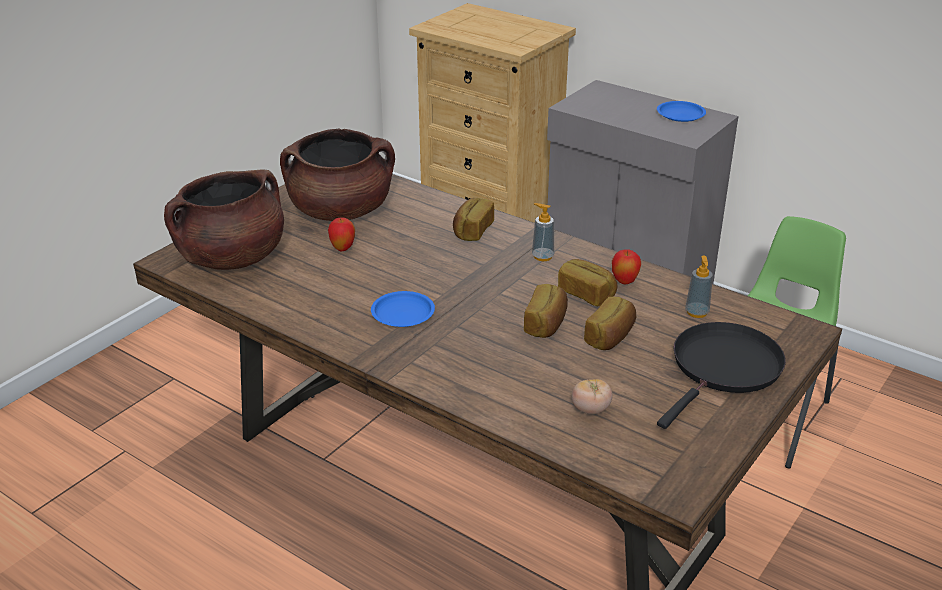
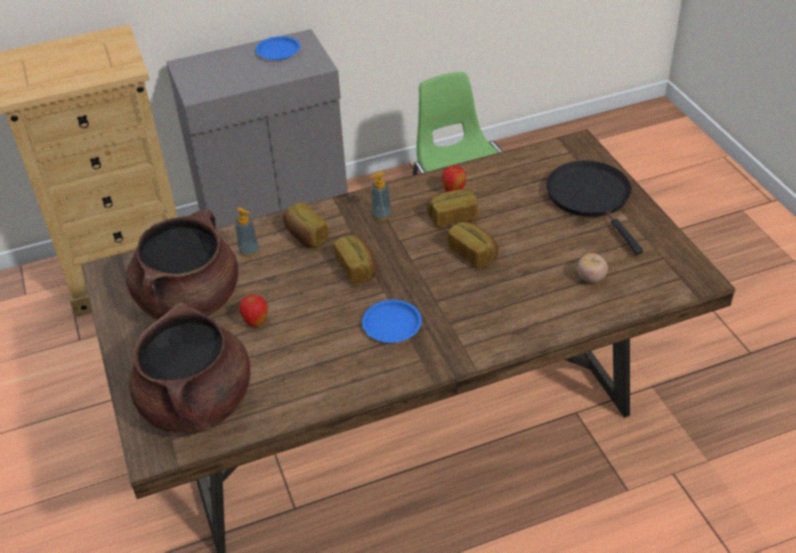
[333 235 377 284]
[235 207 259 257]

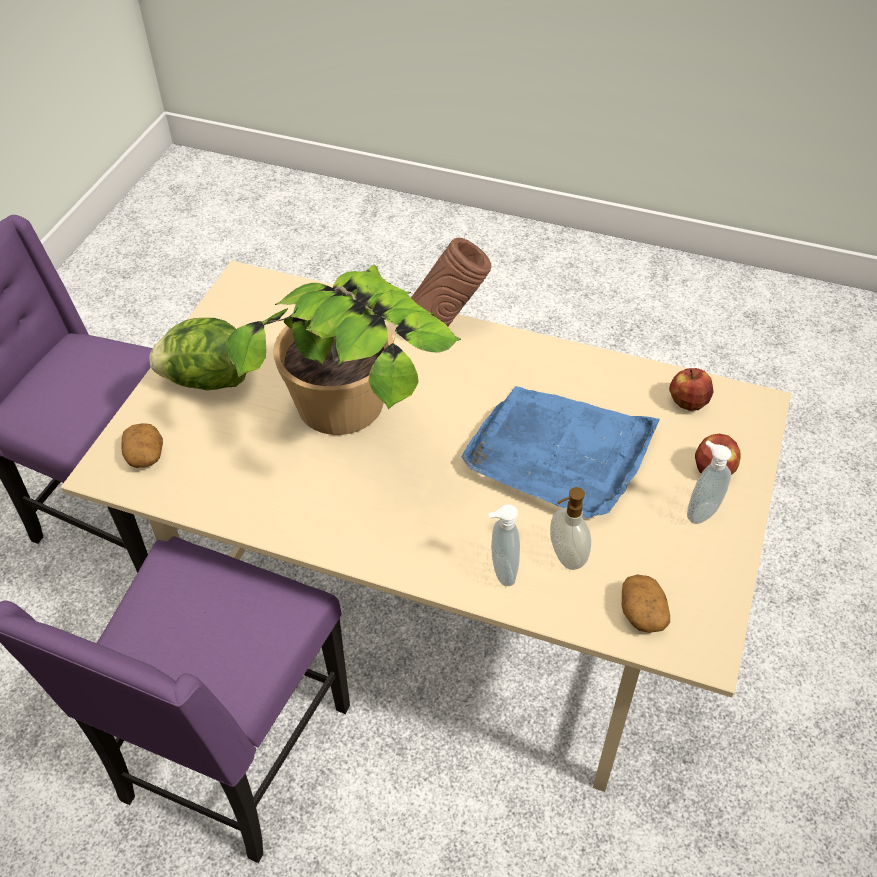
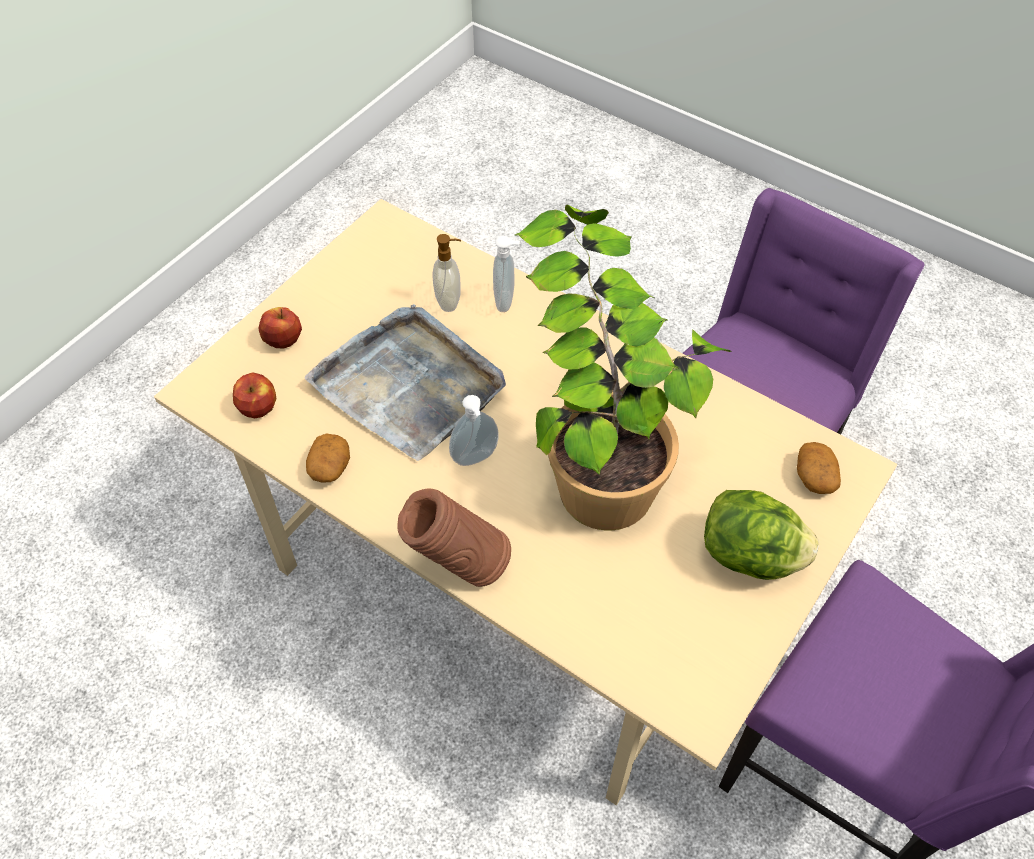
[306 433 350 482]
[449 395 499 466]
[304 304 506 461]

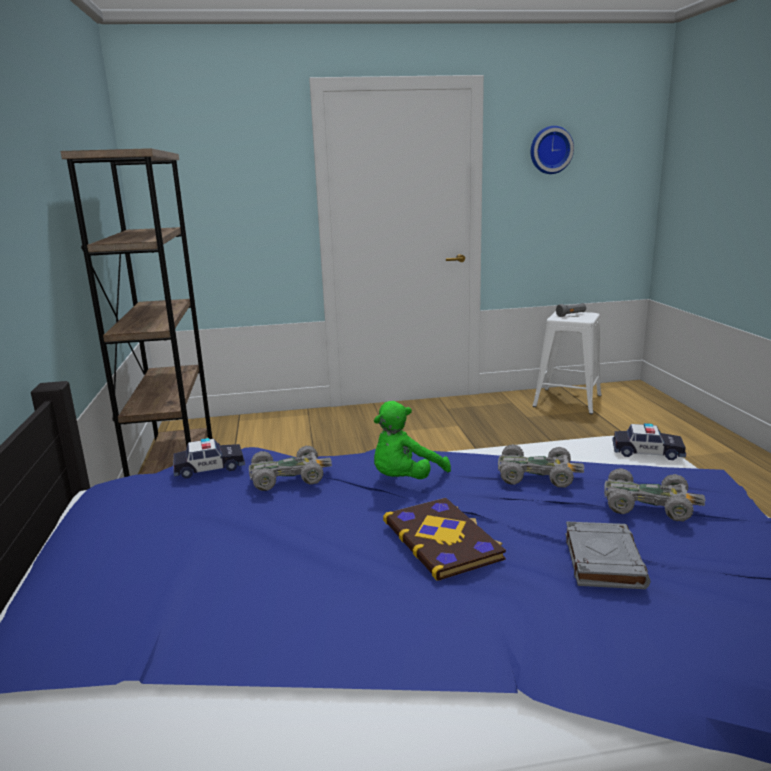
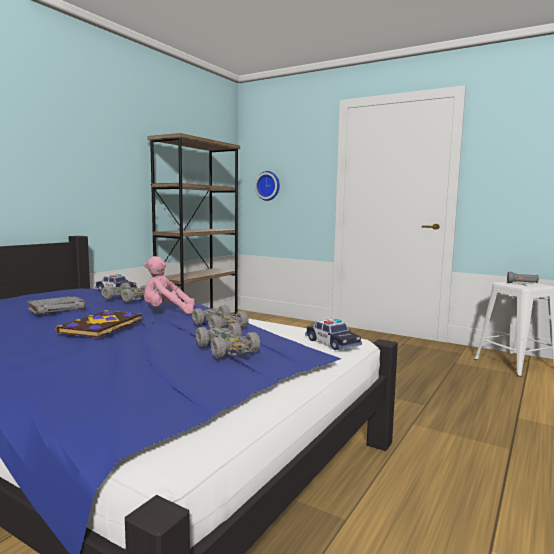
[255 171 280 201]
[27 296 85 315]
[144 256 195 314]

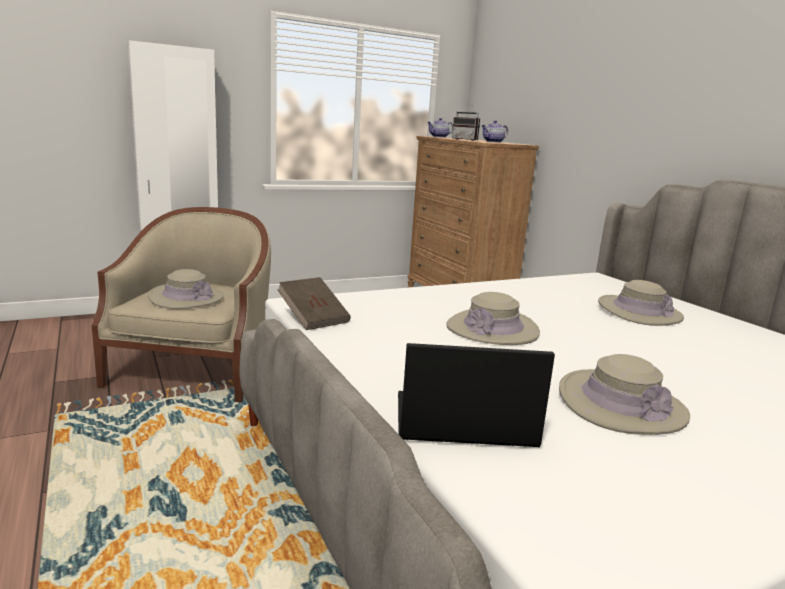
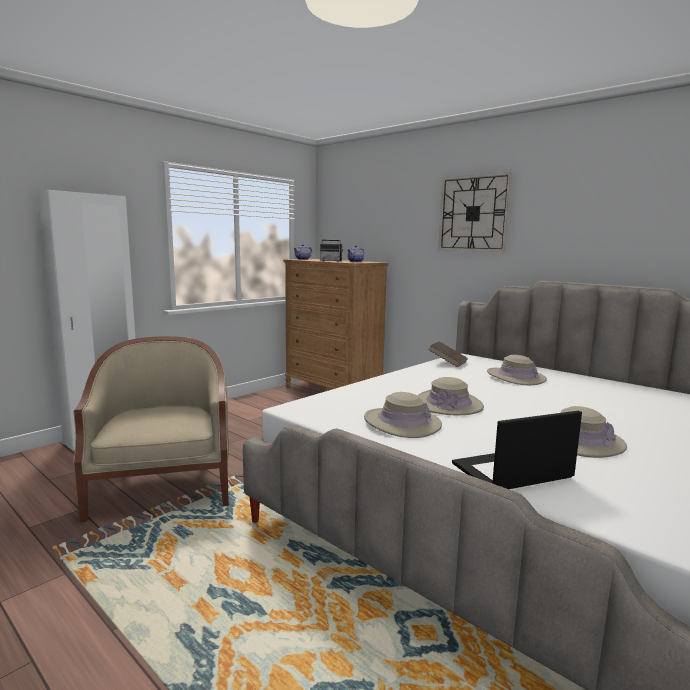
[438 172 512 252]
[364 392 442 438]
[428 341 468 367]

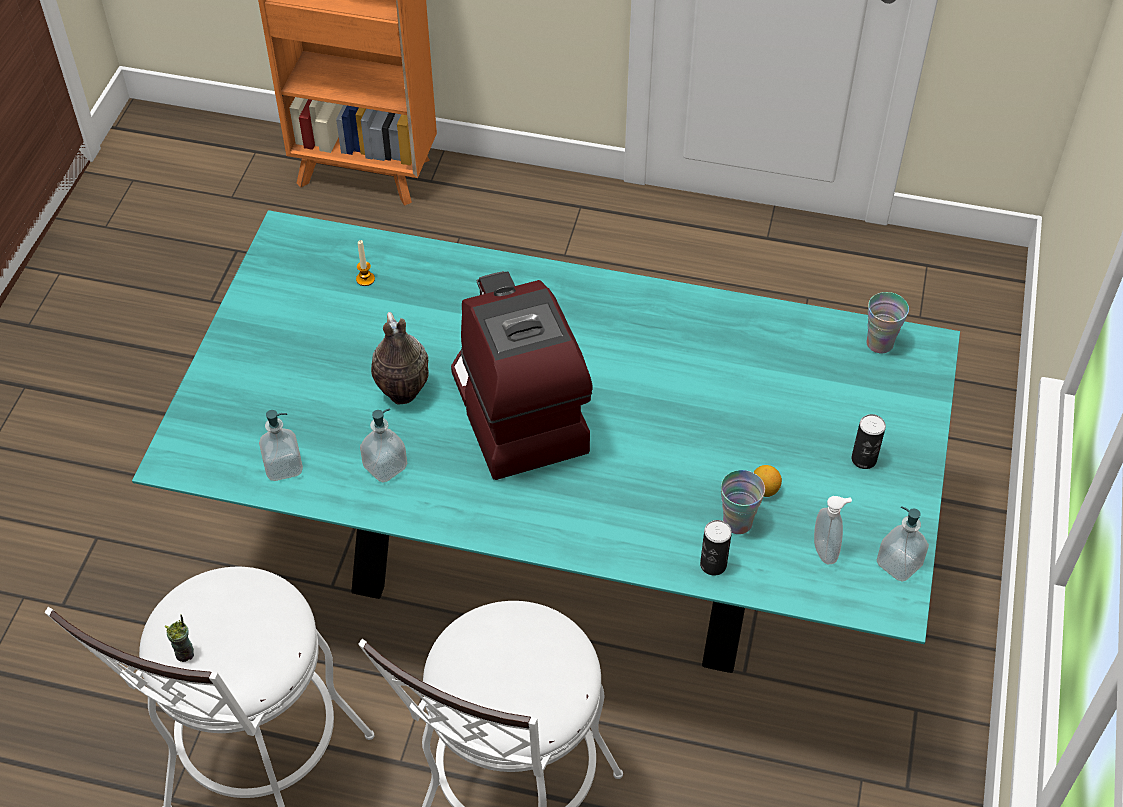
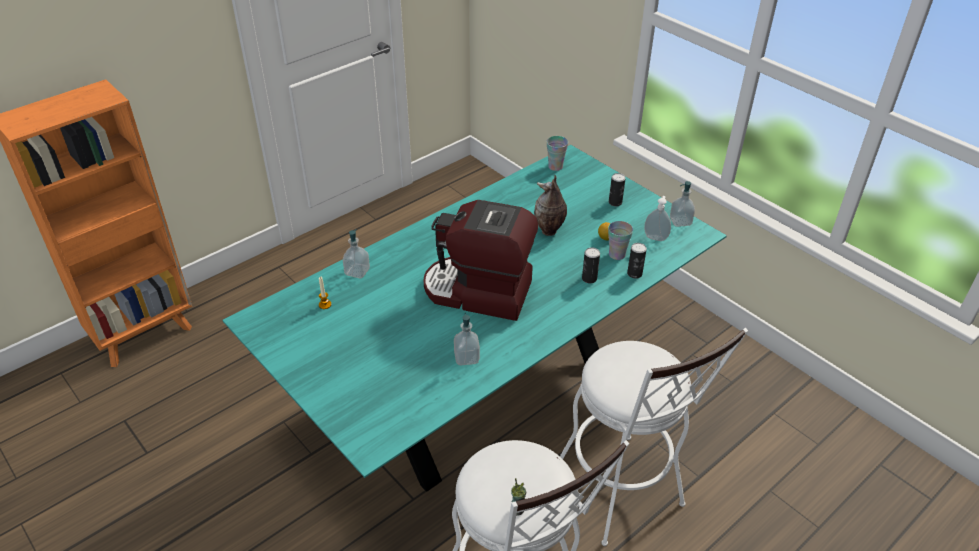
[582 247 600 283]
[343 229 370 278]
[534 175 567 236]

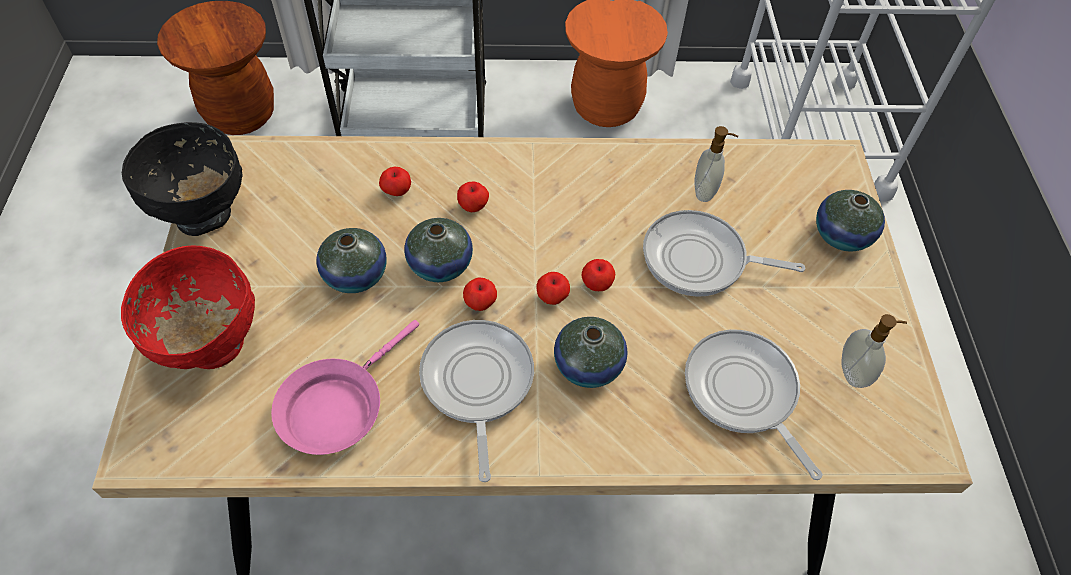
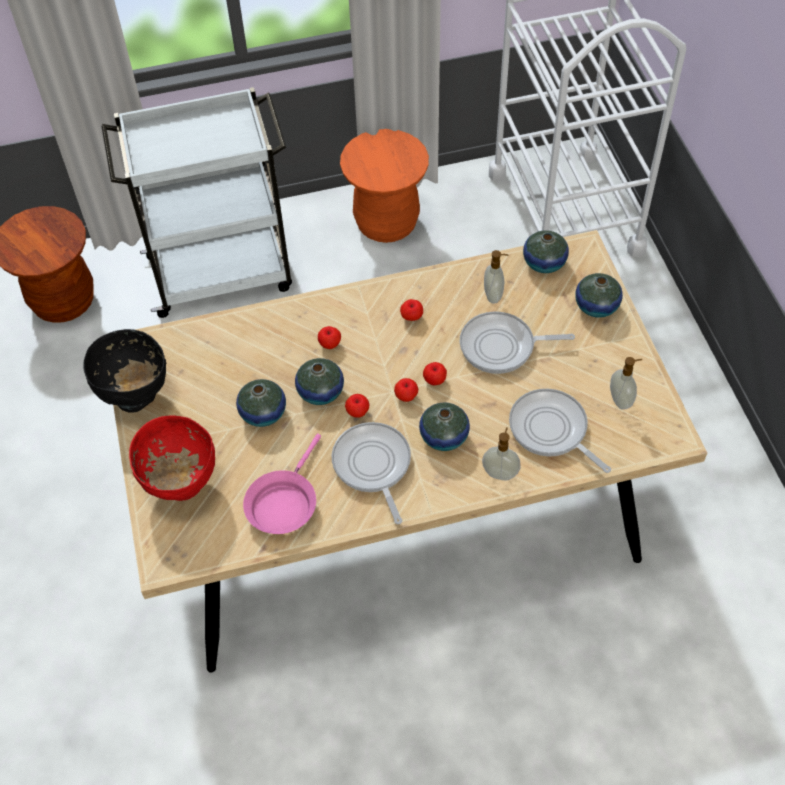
[482 427 521 481]
[523 230 569 273]
[400 299 423 321]

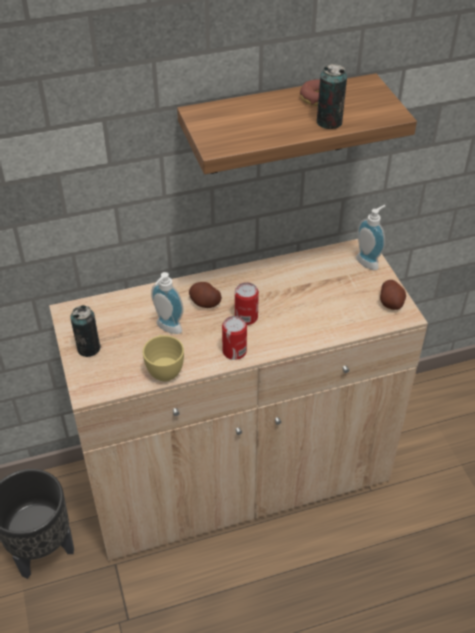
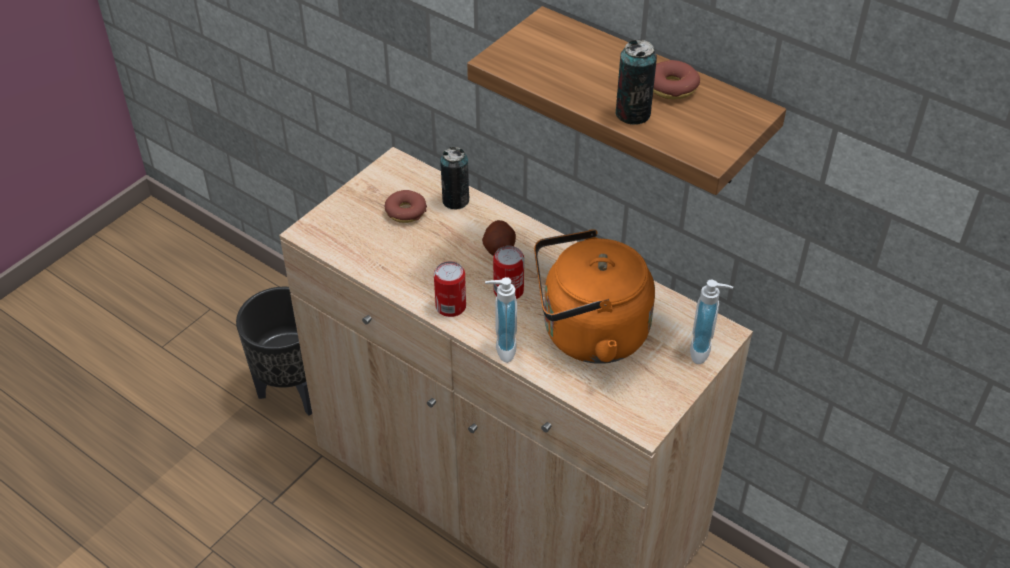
[143 335 184 381] (first image)
[380 280 406 310] (first image)
[385 190 427 223]
[534 229 655 364]
[440 147 469 209]
[485 277 517 363]

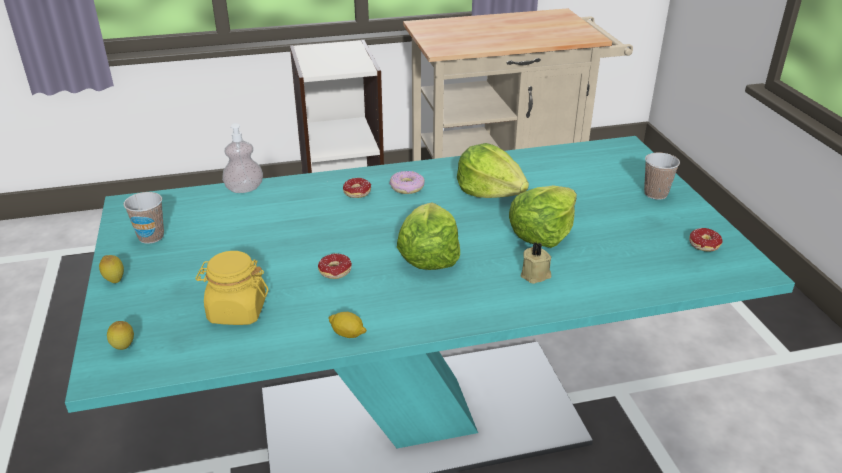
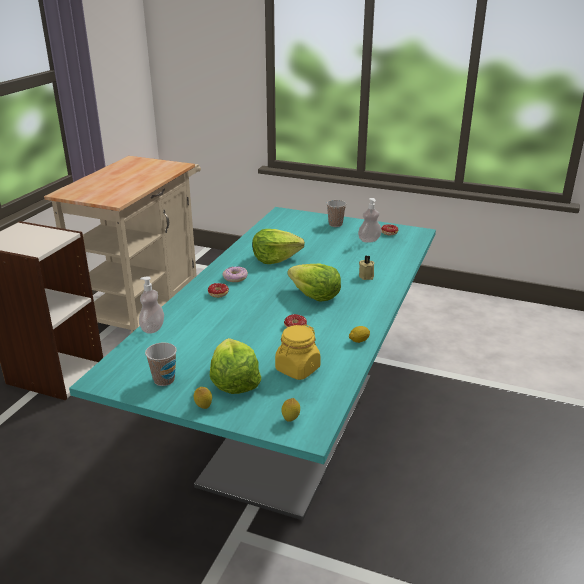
[358 198 382 243]
[210 338 261 394]

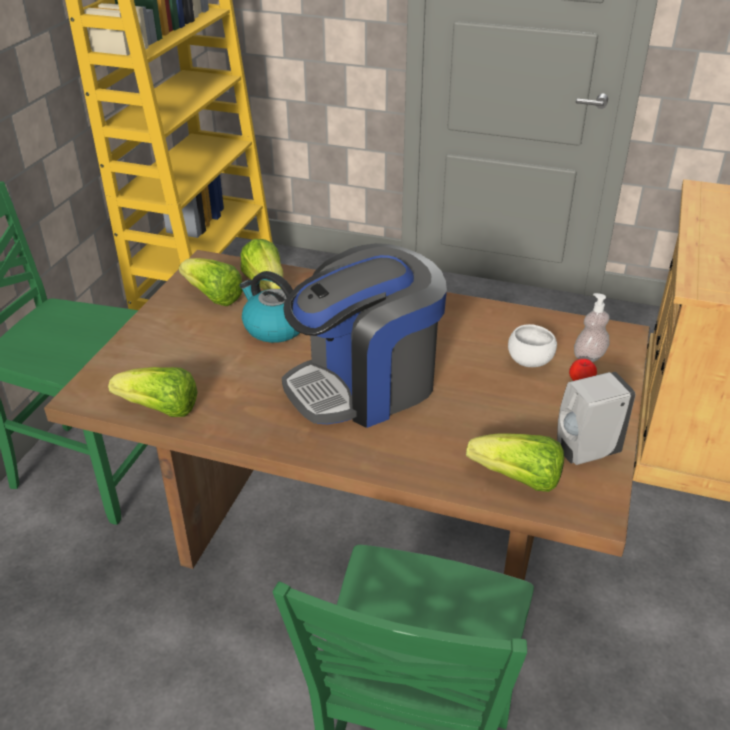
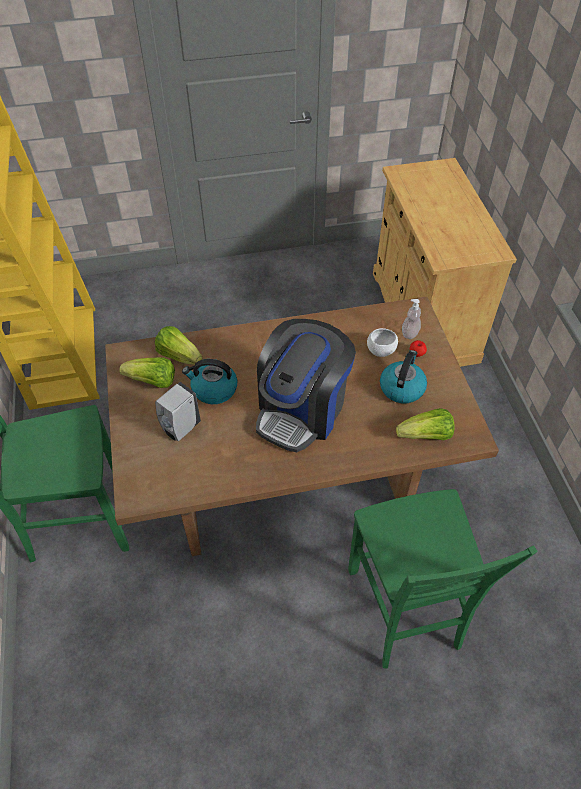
[108 367 198 417] (first image)
[380 350 427 403]
[155 382 201 441]

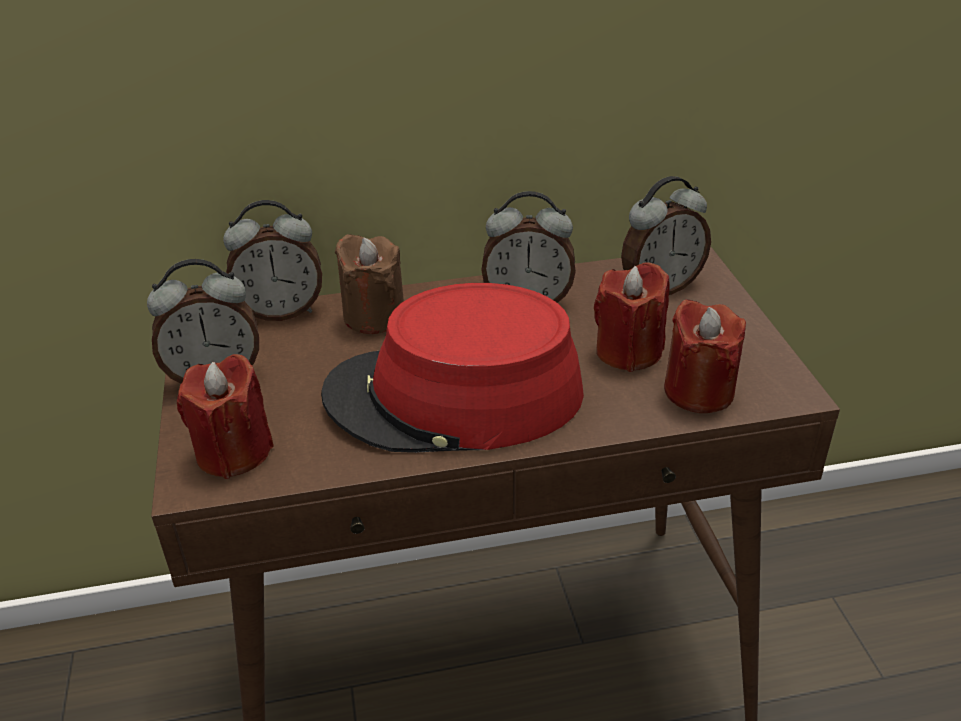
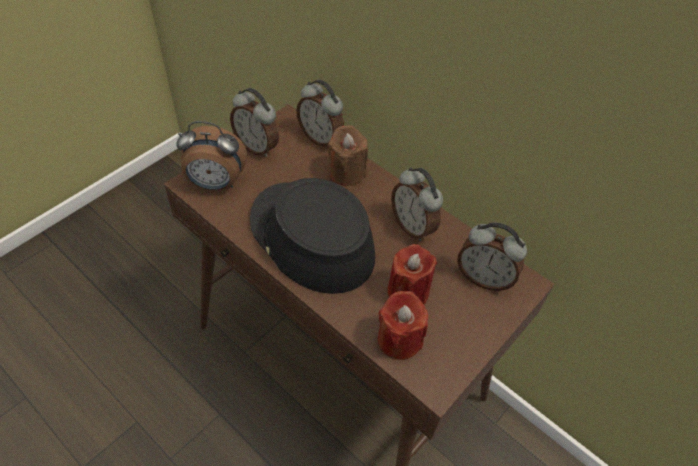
[176 121 247 191]
[250 178 375 294]

